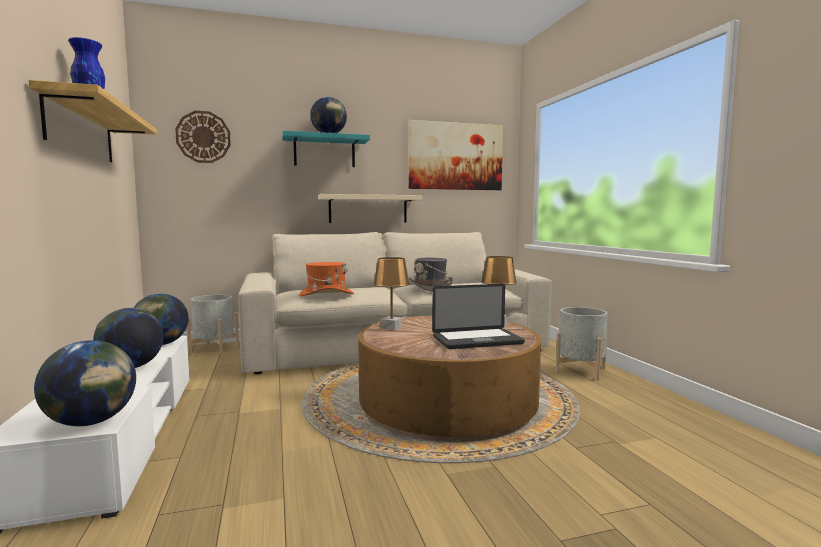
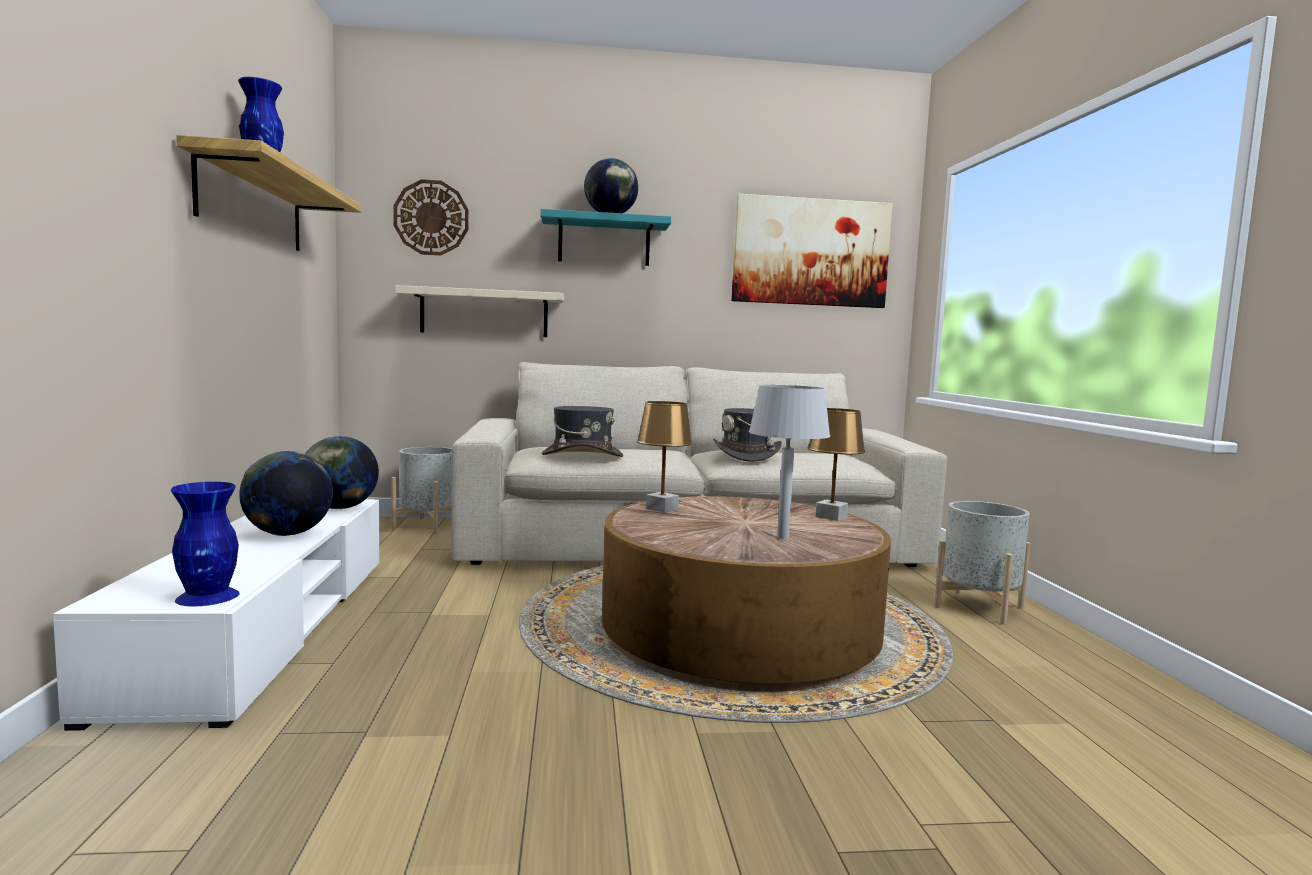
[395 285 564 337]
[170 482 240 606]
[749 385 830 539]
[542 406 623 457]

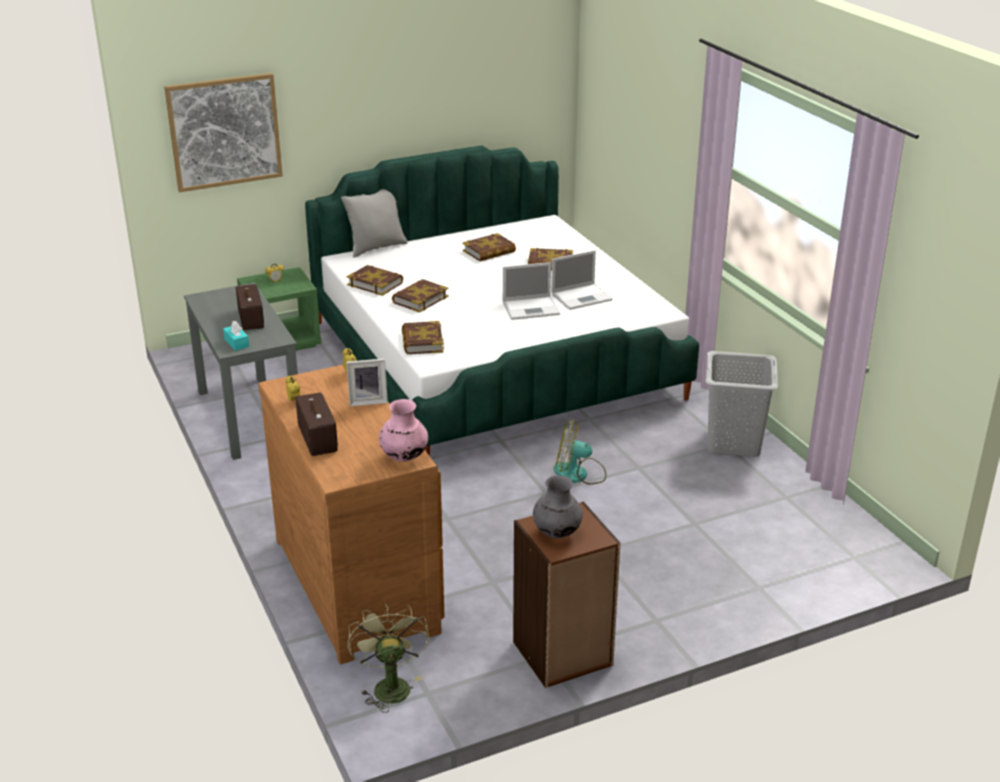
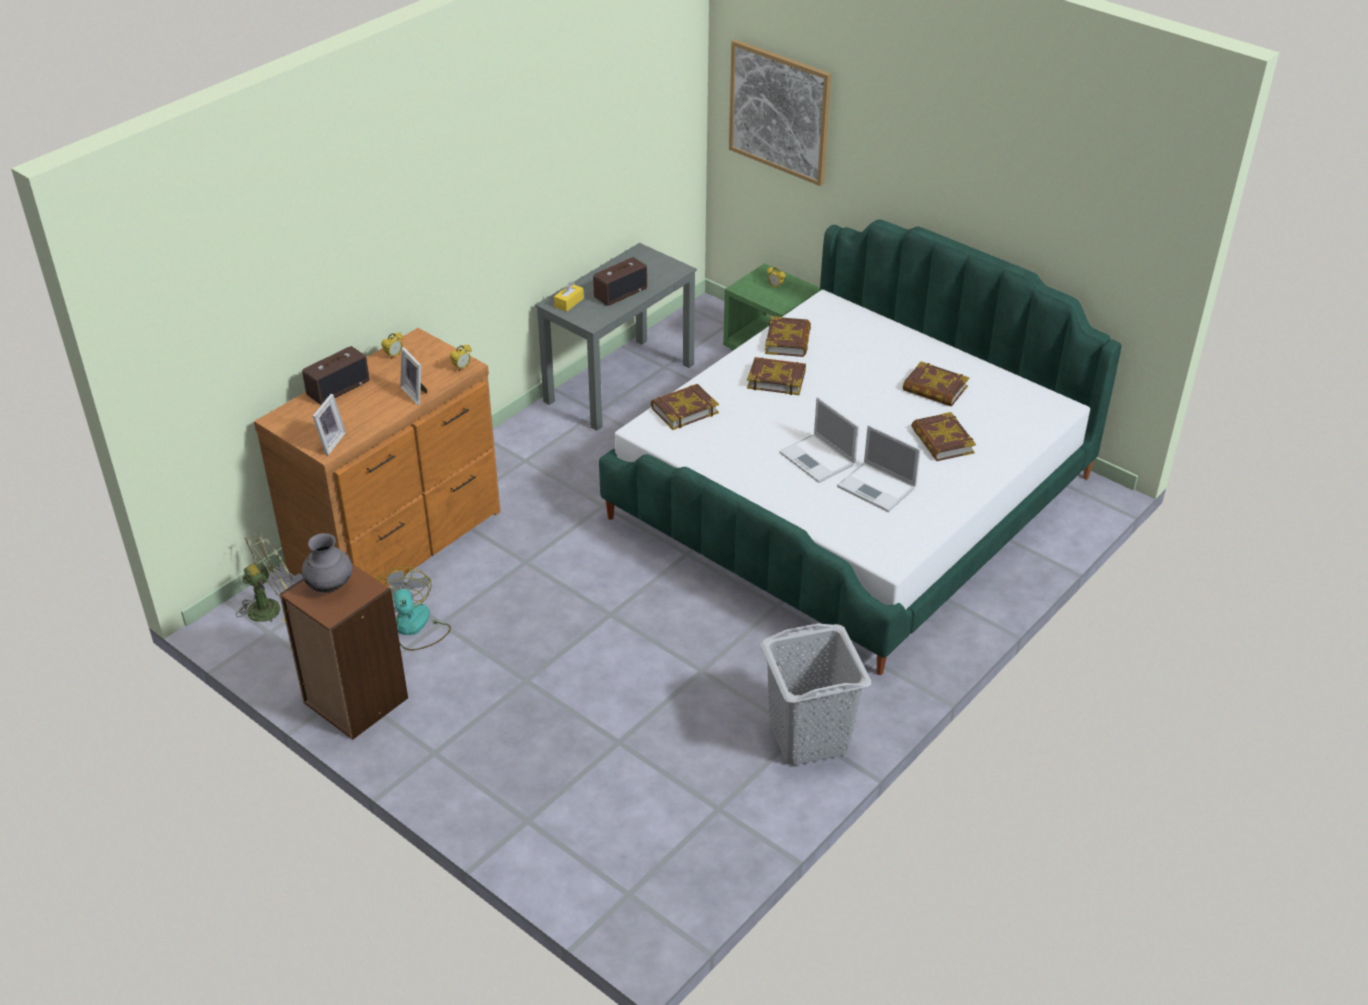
[341 189 408 257] (first image)
[376 567 451 651]
[312 394 346 455]
[554 281 584 312]

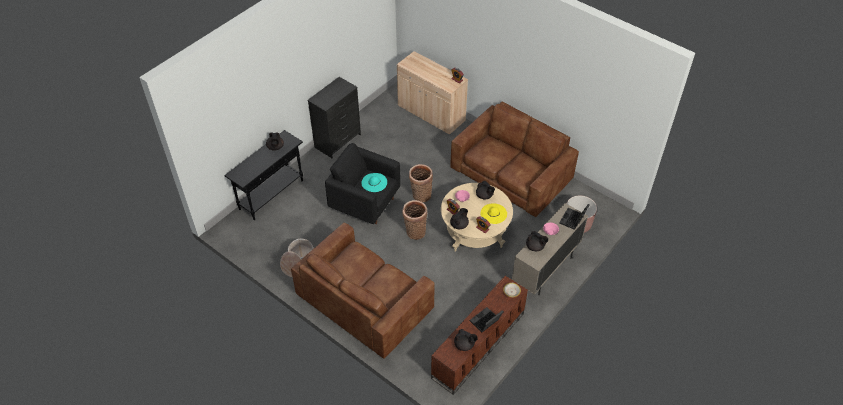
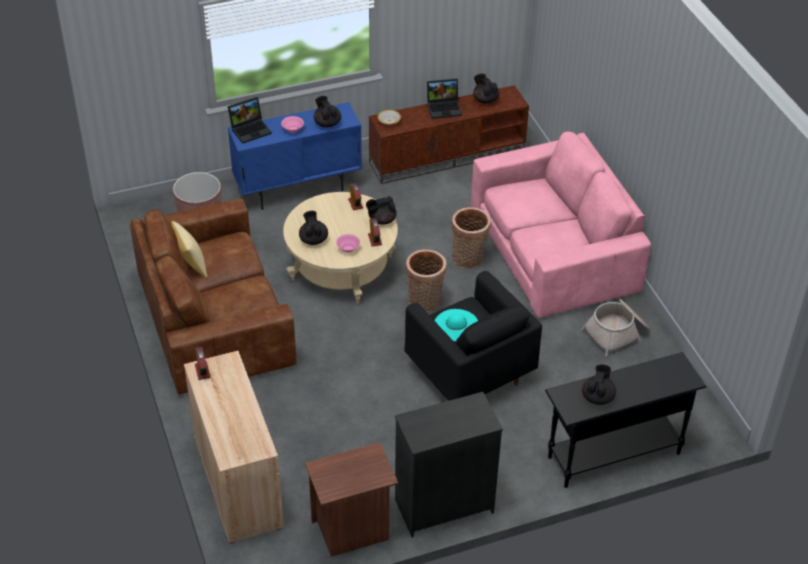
[480 203 507 224] (first image)
[171 221 207 278]
[305 442 398 557]
[451 207 491 269]
[471 132 651 318]
[228 102 362 210]

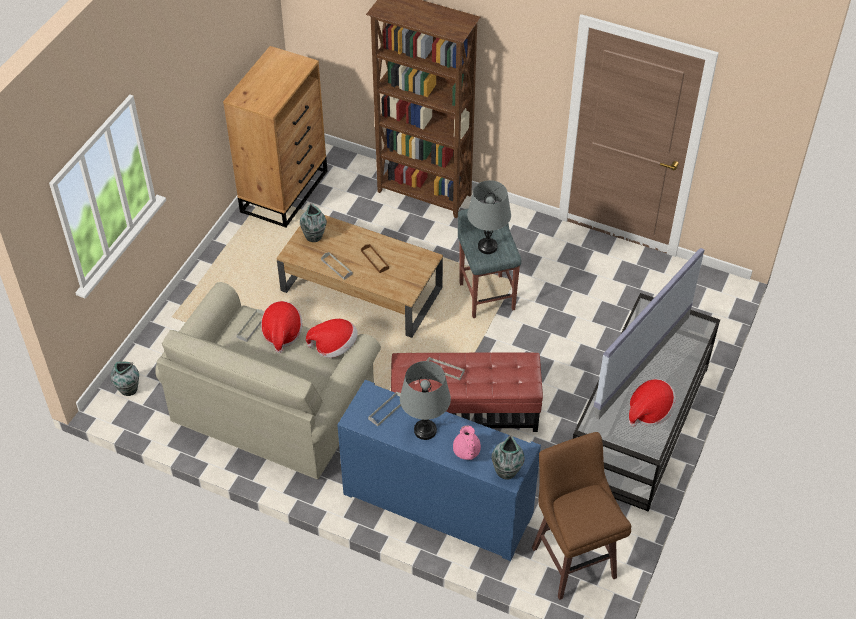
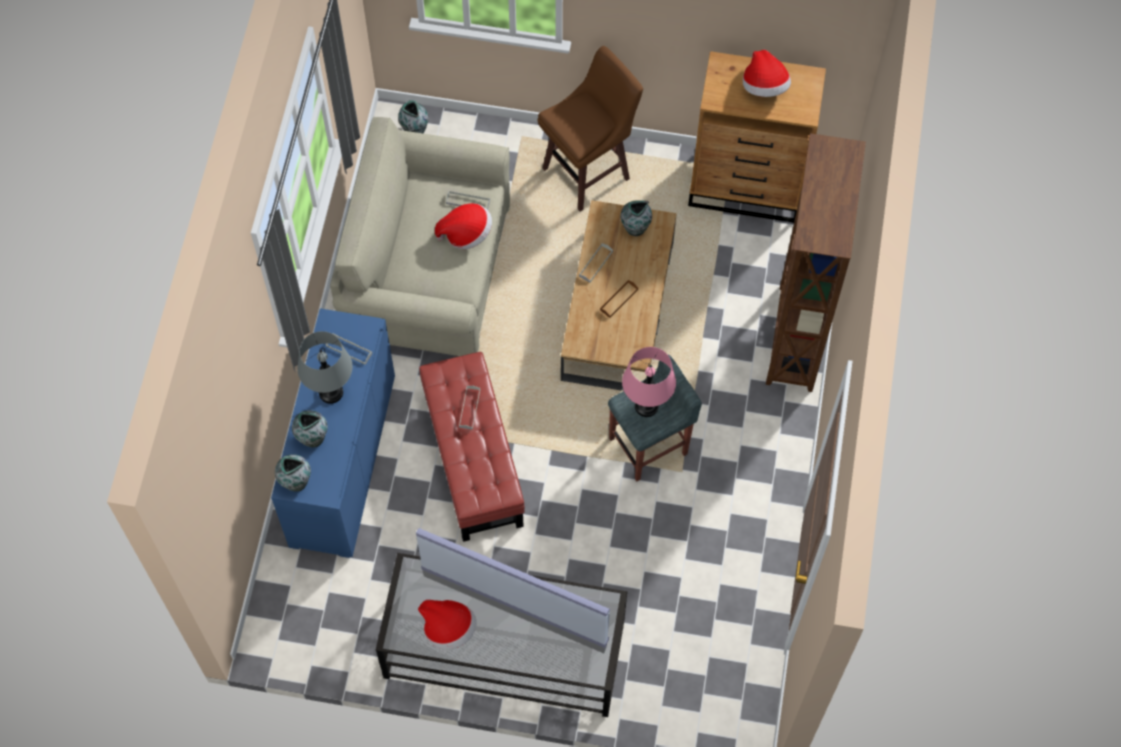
[743 50 791 97]
[538 46 643 211]
[292 410 328 448]
[622 347 676 417]

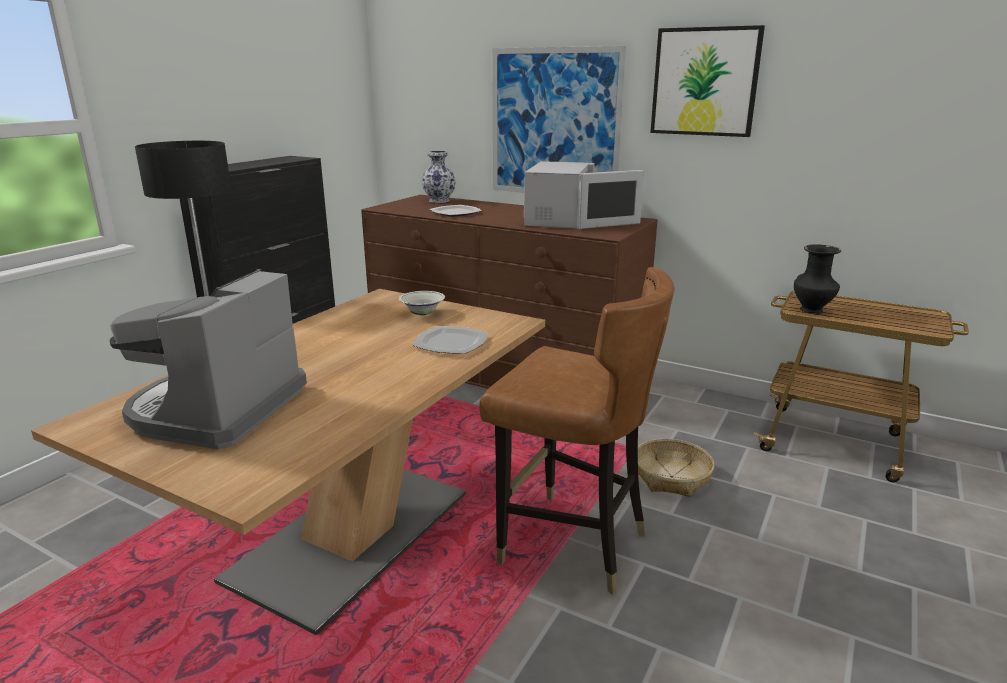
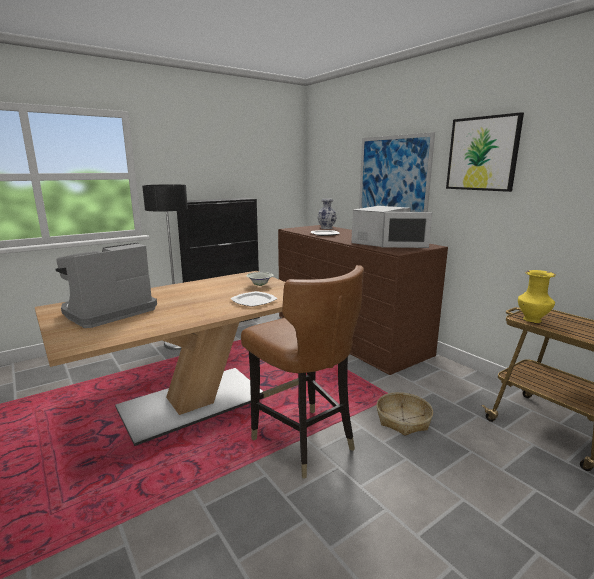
[518 270 556 323]

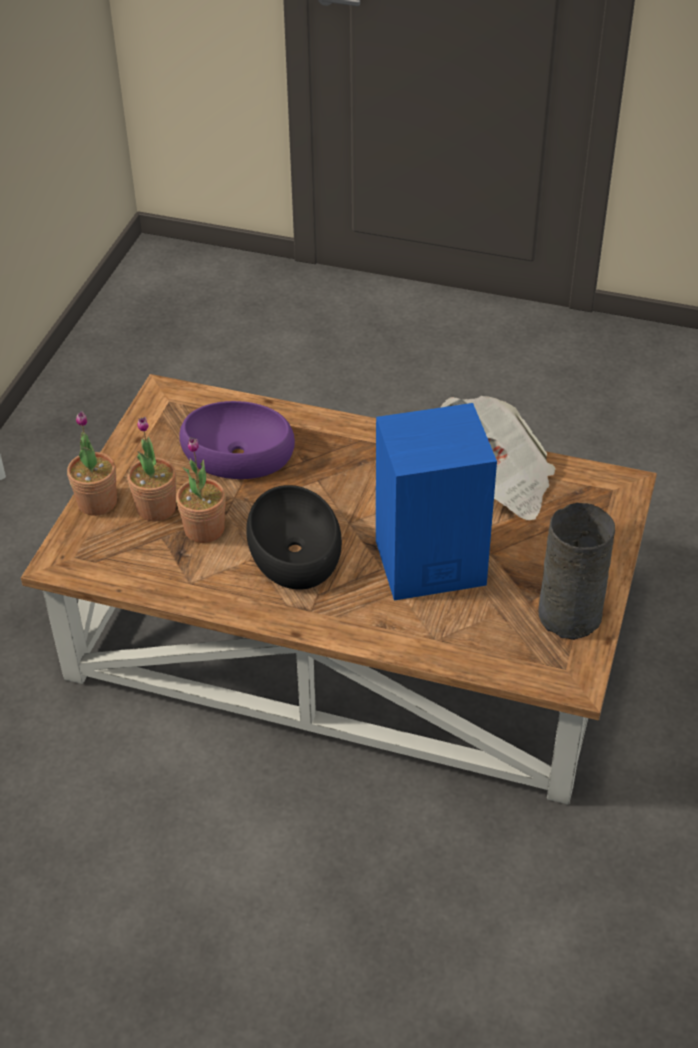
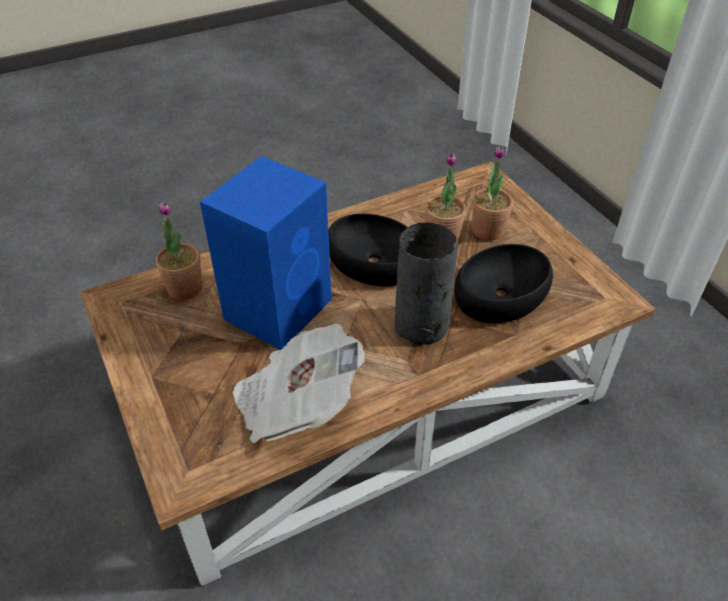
[156 201 203 300]
[394 222 458 345]
[454 244 553 323]

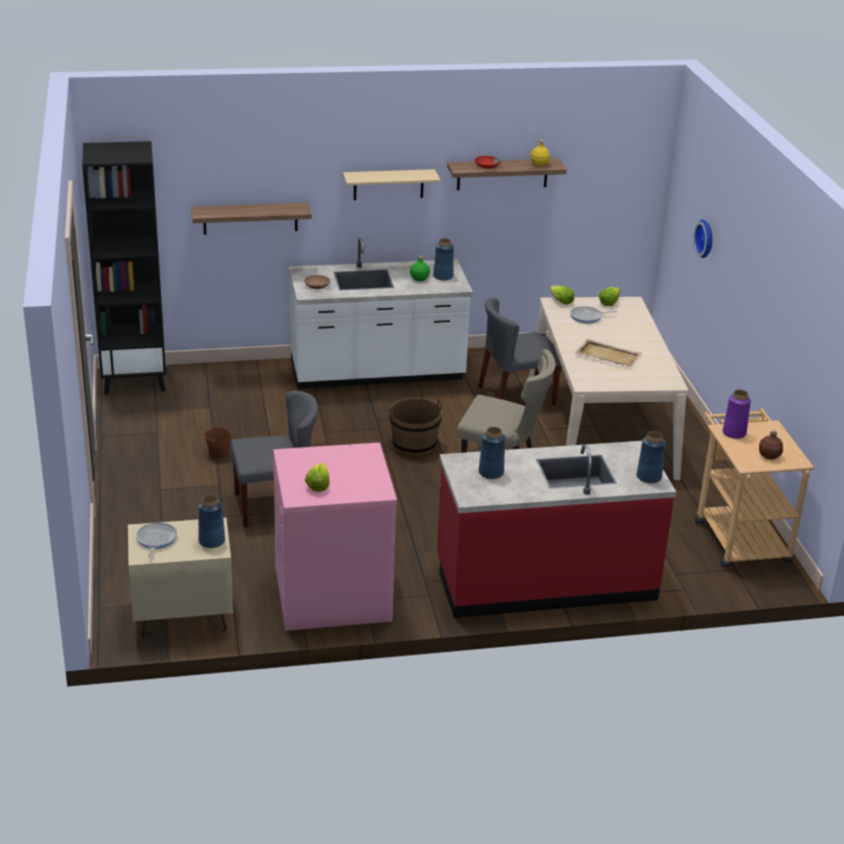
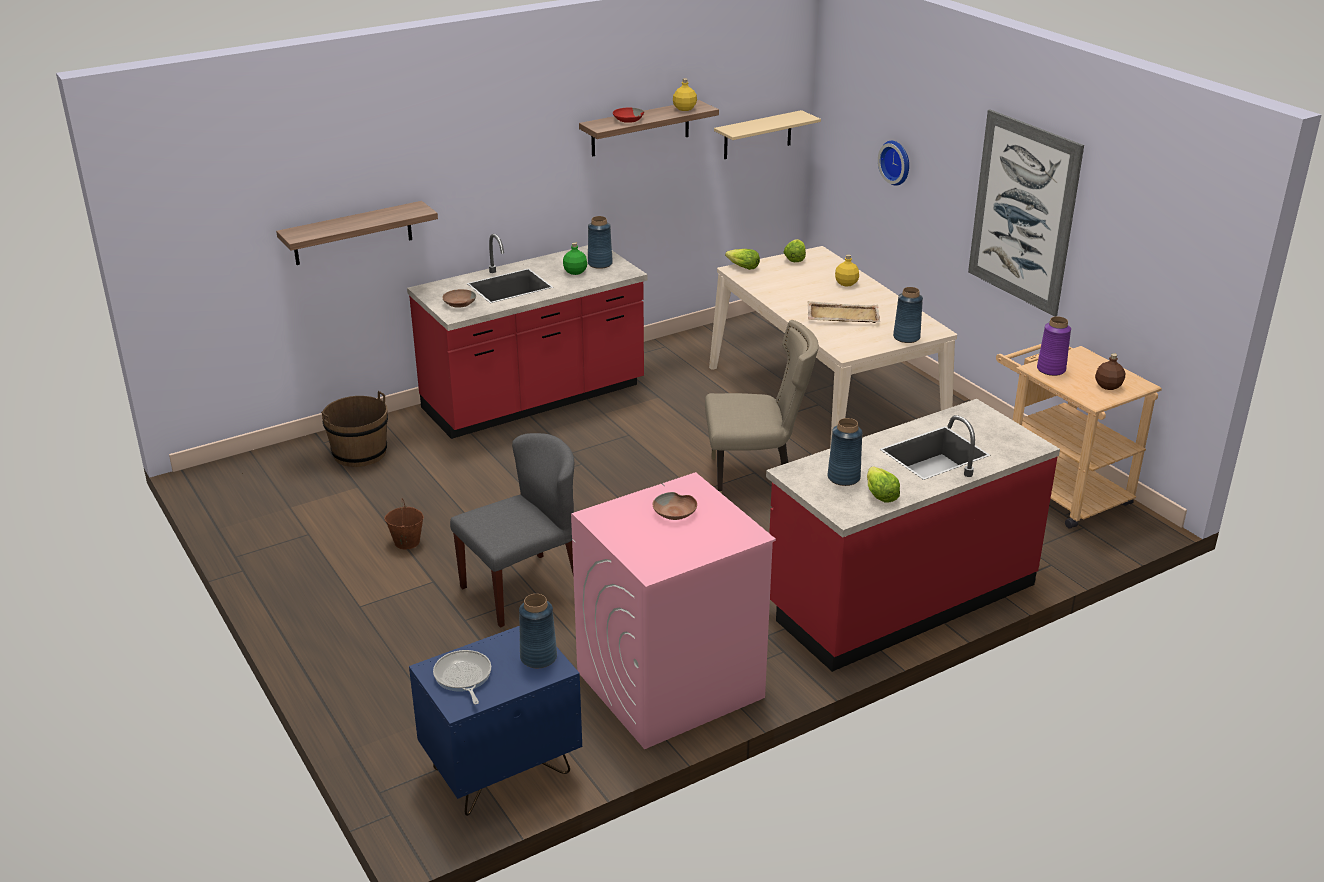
[82 141 166 395] (first image)
[478 298 561 406] (first image)
[570 306 617 324] (first image)
[653 492 697 520]
[835 254 859 287]
[968 109 1084 317]
[867 466 900 503]
[714 110 821 159]
[321 391 388 467]
[893 287 923 343]
[409 626 582 816]
[407 234 648 439]

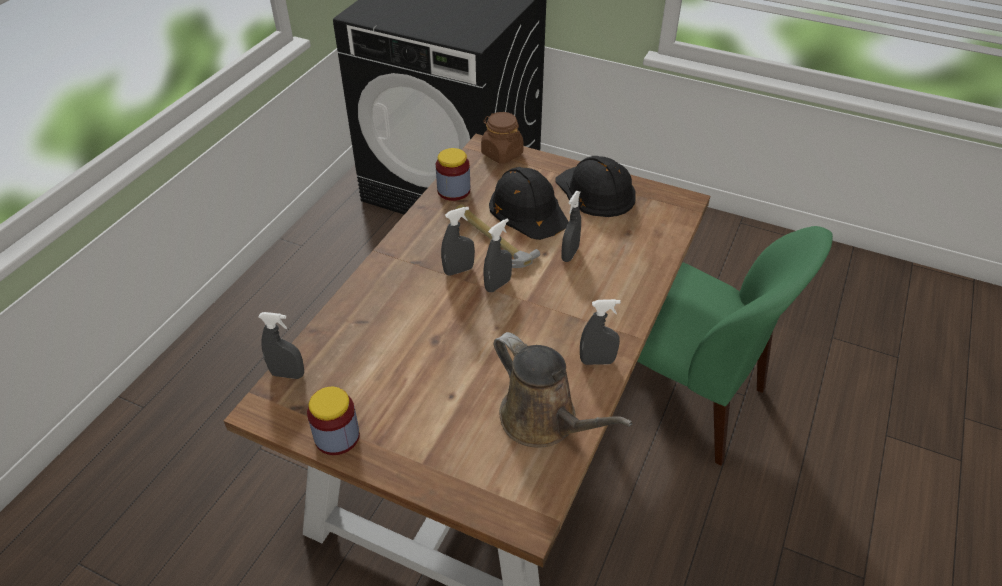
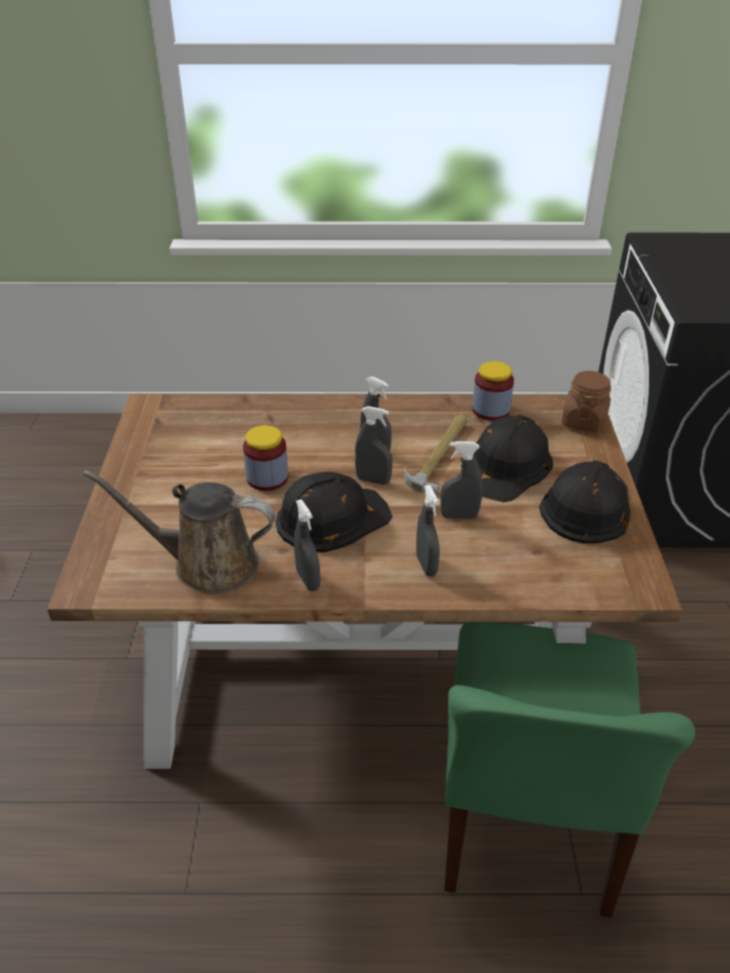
[276 472 393 553]
[416 485 440 577]
[243 425 288 491]
[83 470 275 594]

